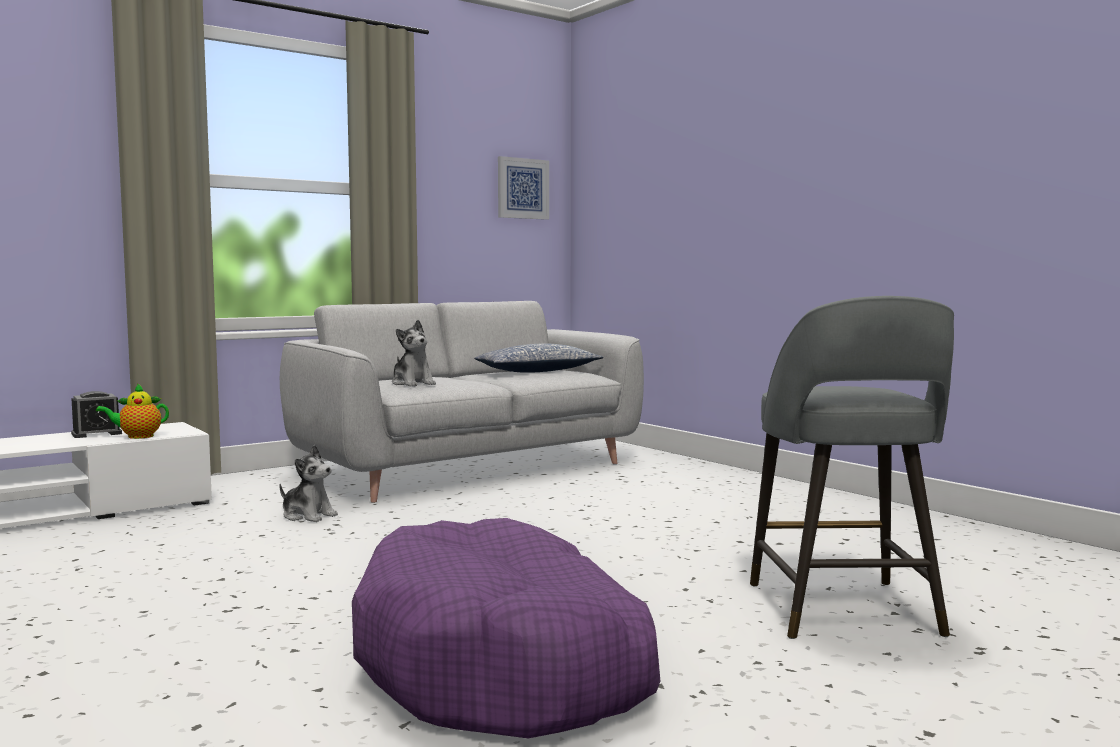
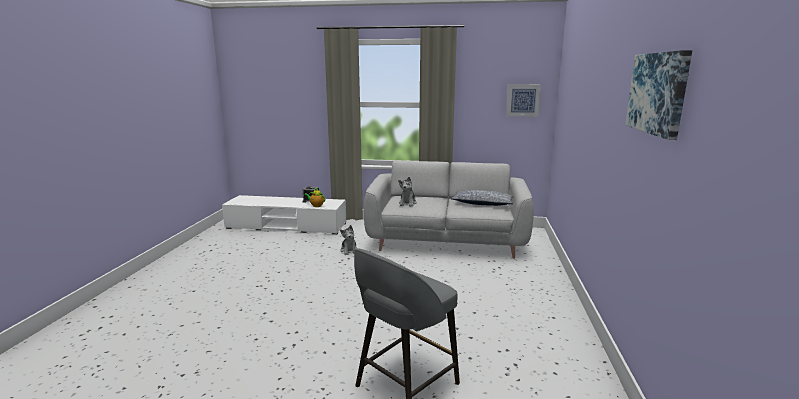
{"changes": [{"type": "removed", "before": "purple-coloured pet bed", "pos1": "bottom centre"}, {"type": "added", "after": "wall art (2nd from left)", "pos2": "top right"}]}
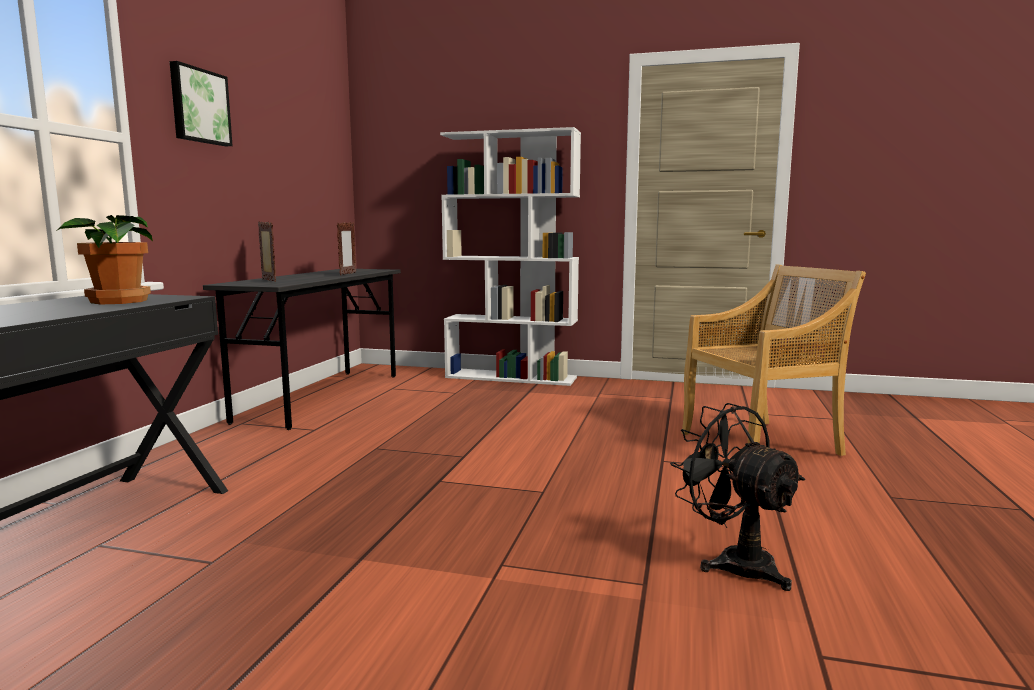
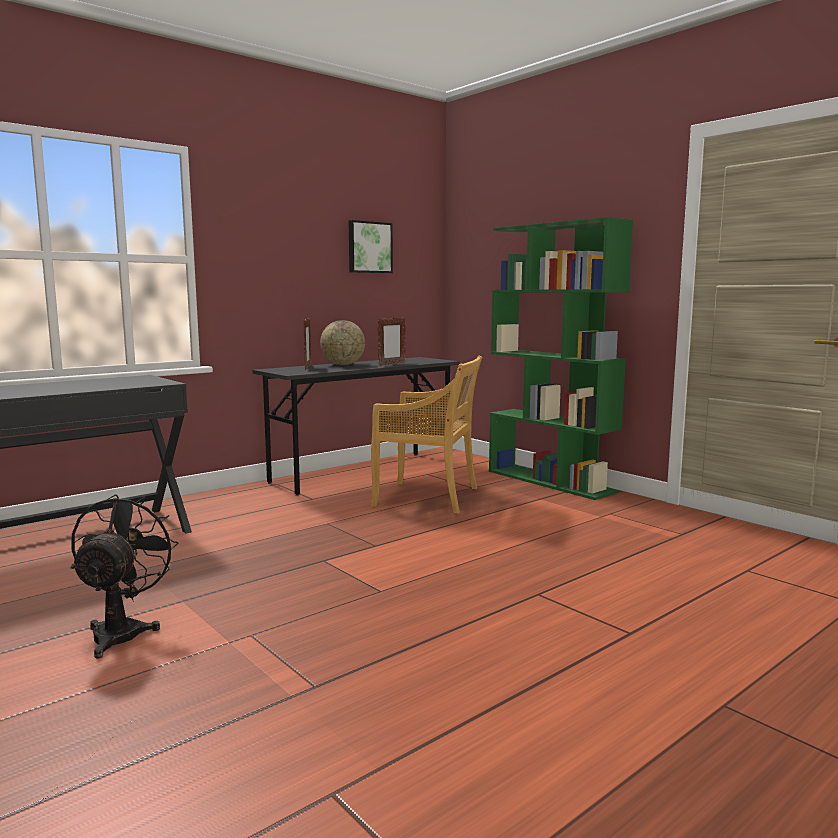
{"changes": [{"type": "removed", "before": "plant in a pot", "pos1": "middle left"}, {"type": "added", "after": "desk globe", "pos2": "centre"}, {"type": "moved", "before": "wall art", "pos1": "top left", "pos2": "top centre"}, {"type": "moved", "before": "black-coloured cooling fan", "pos1": "bottom right", "pos2": "bottom left"}, {"type": "moved", "before": "beige-coloured upright chair", "pos1": "middle right", "pos2": "centre"}, {"type": "recoloured", "before": "white bookcase", "after": "greenish bookcase", "pos1": "centre", "pos2": "middle right"}]}
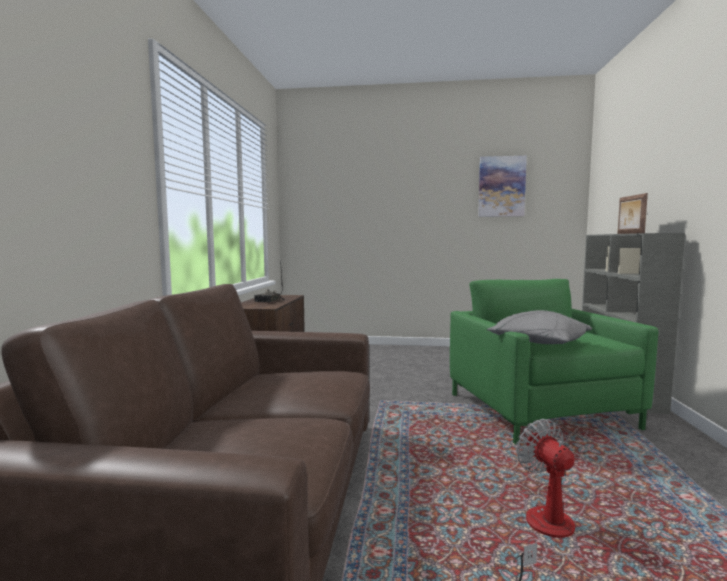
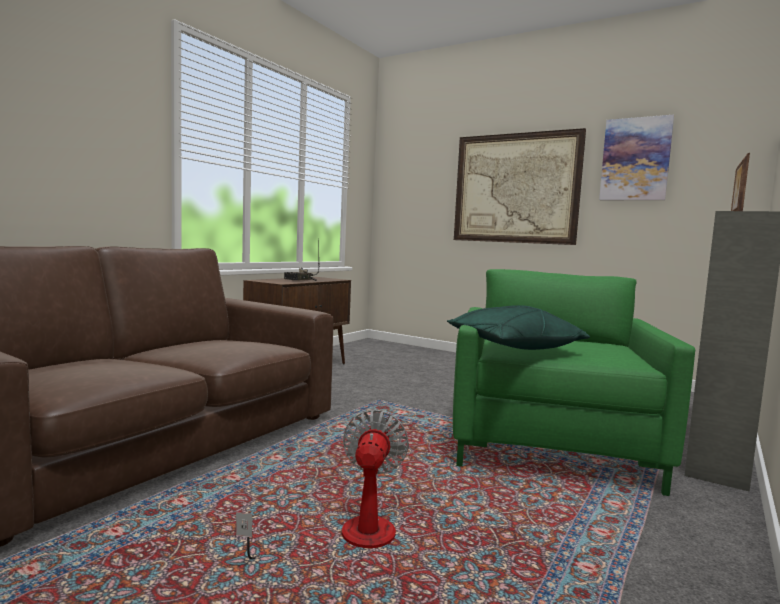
{"changes": [{"type": "added", "after": "wall art (1st from left)", "pos2": "top right"}, {"type": "recoloured", "before": "grey throw pillow", "after": "greenish throw pillow", "pos1": "middle right", "pos2": "centre"}]}
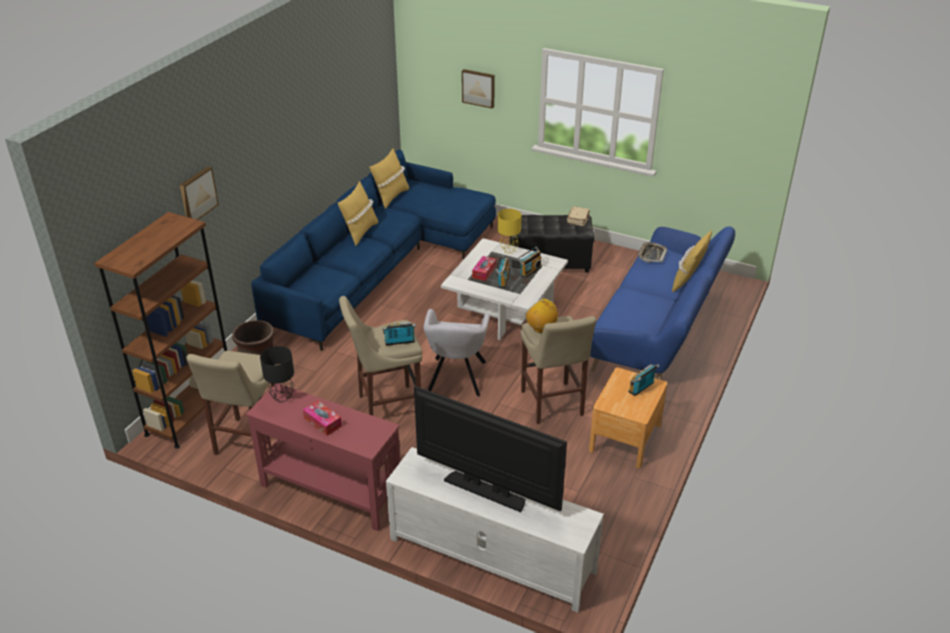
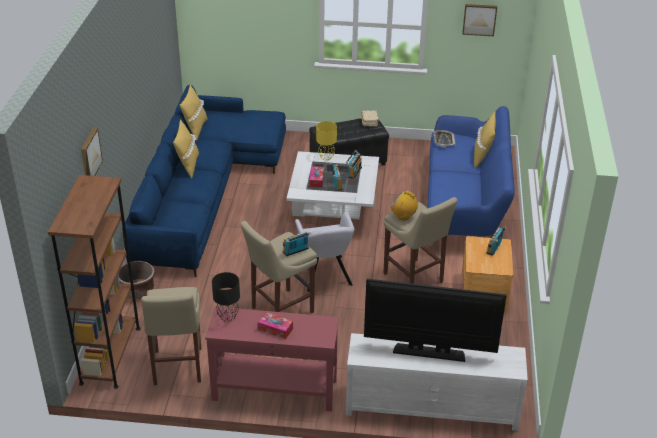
{"changes": [{"type": "moved", "before": "wall art (2nd from left)", "pos1": "top centre", "pos2": "top right"}]}
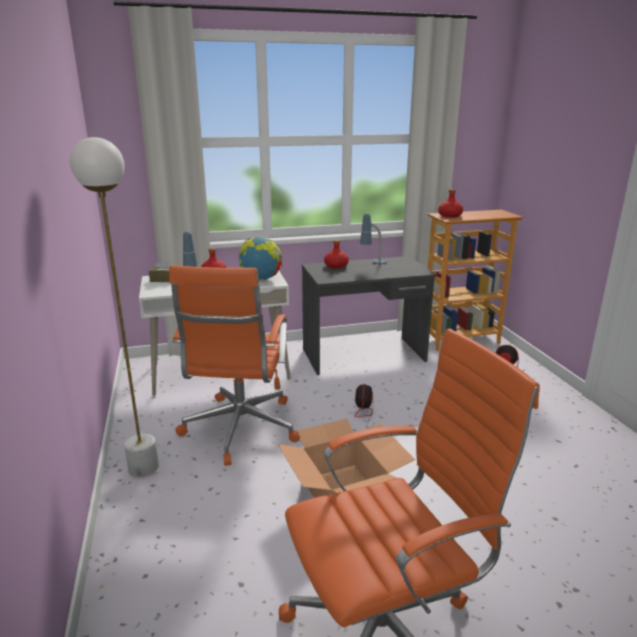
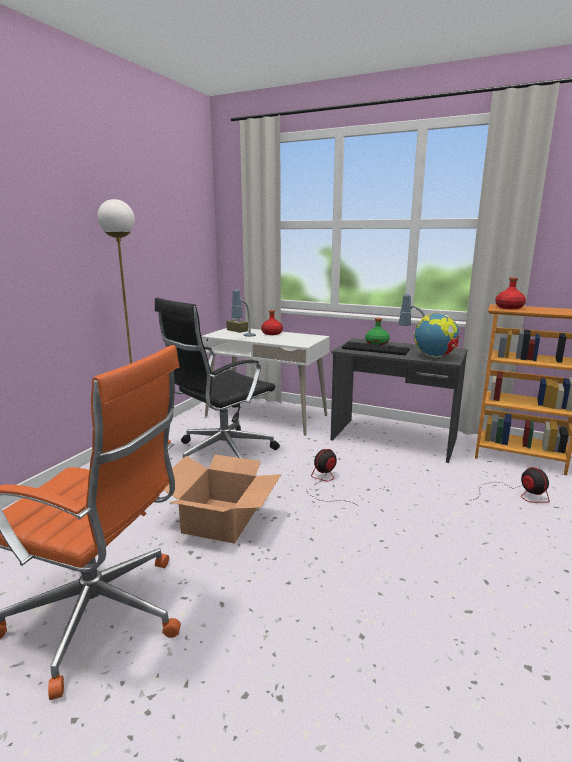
{"changes": [{"type": "added", "after": "keyboard", "pos2": "centre"}, {"type": "moved", "before": "desk globe", "pos1": "centre", "pos2": "middle right"}, {"type": "recoloured", "before": "orange office chair (1st from left)", "after": "black-coloured office chair", "pos1": "centre", "pos2": "centre"}, {"type": "recoloured", "before": "red-coloured beverage bottle (2nd from left)", "after": "greenish beverage bottle", "pos1": "centre", "pos2": "centre"}]}
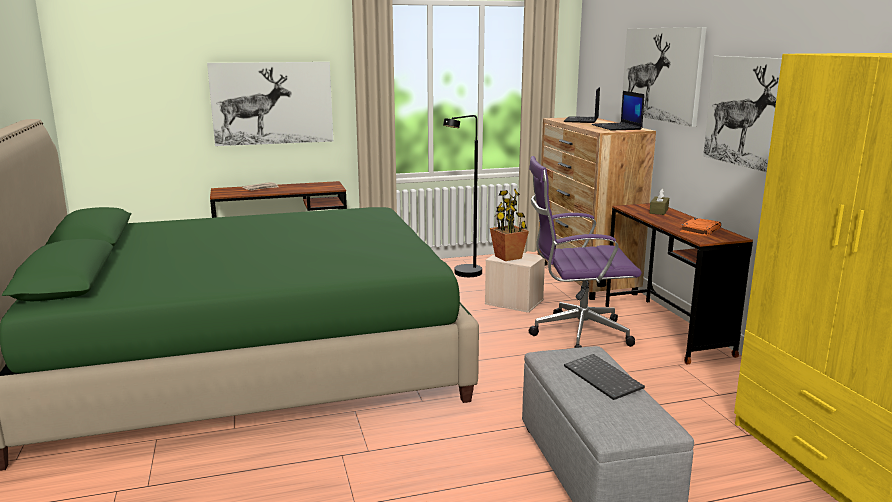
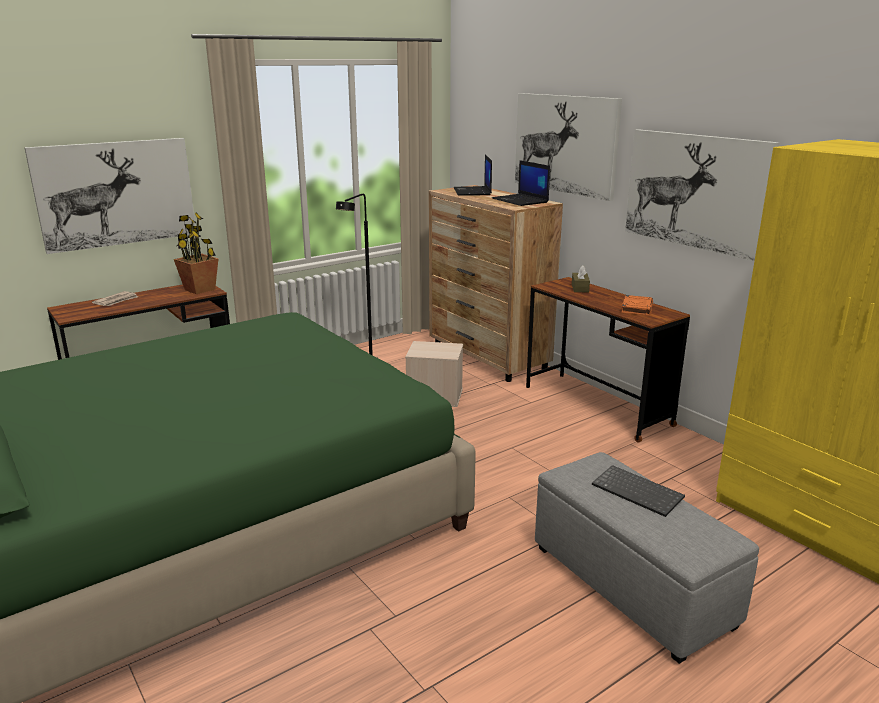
{"changes": [{"type": "removed", "before": "purple-coloured office chair", "pos1": "centre"}, {"type": "moved", "before": "plant in a pot", "pos1": "centre", "pos2": "middle left"}]}
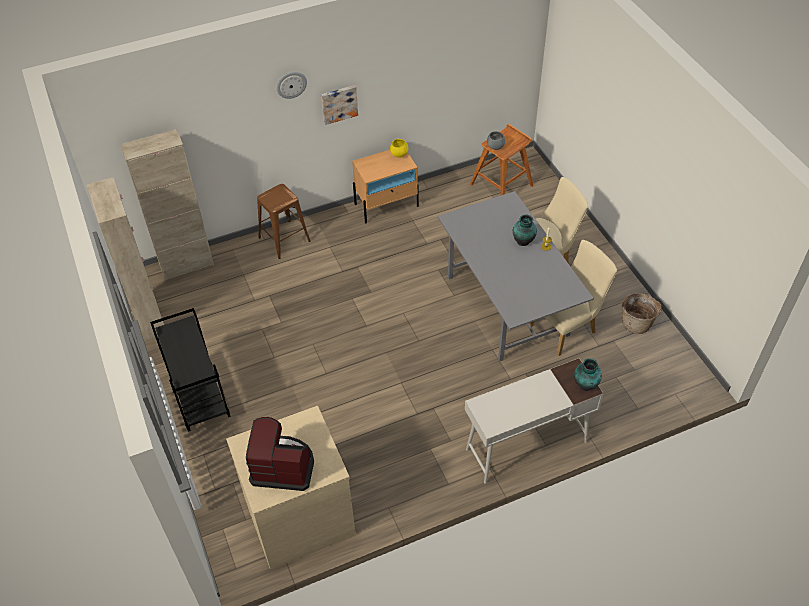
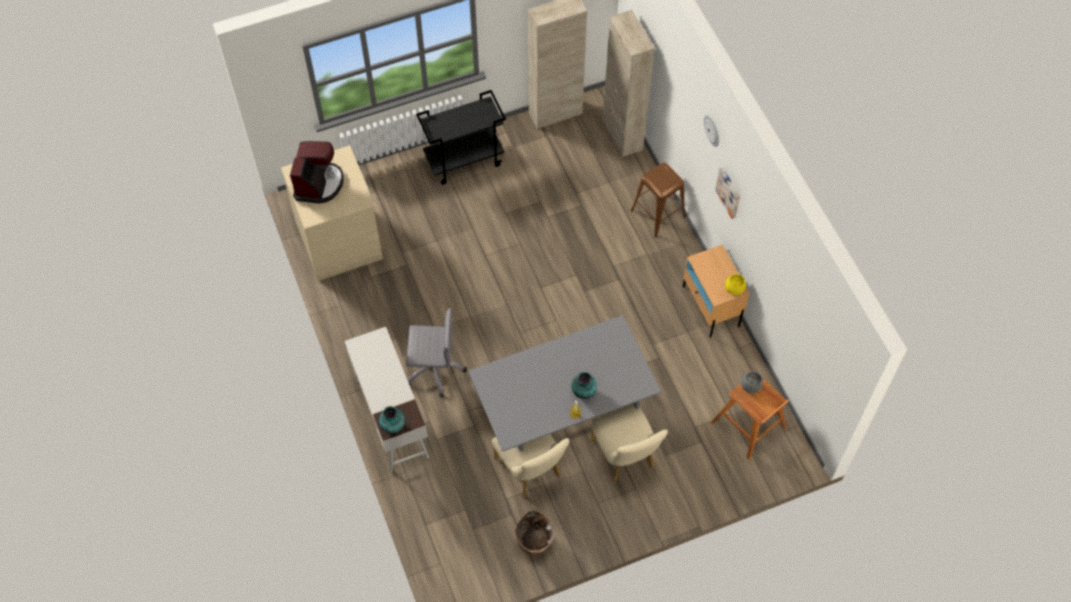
{"changes": [{"type": "added", "after": "grey office chair", "pos2": "centre"}]}
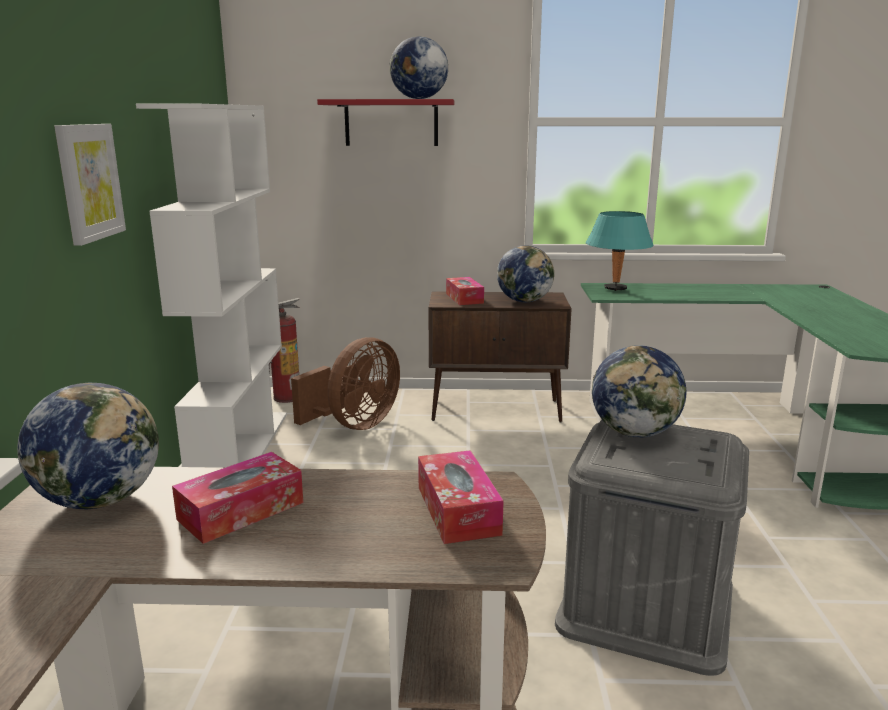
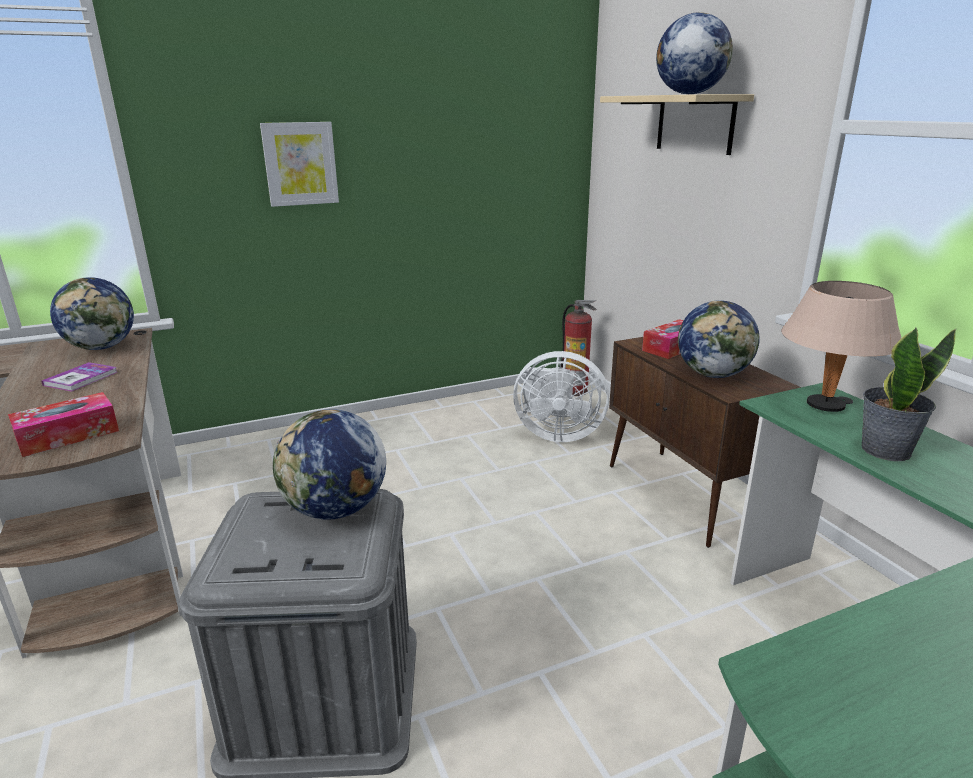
{"changes": [{"type": "removed", "before": "white bookcase", "pos1": "middle left"}, {"type": "added", "after": "plant in a pot", "pos2": "middle right"}, {"type": "replaced", "before": "box of tissues (1st from left)", "after": "volume", "pos1": "bottom left", "pos2": "middle left"}, {"type": "recoloured", "before": "brown cooling fan", "after": "white cooling fan", "pos1": "centre", "pos2": "centre"}, {"type": "recoloured", "before": "red-coloured bracket shelf", "after": "beige-coloured bracket shelf", "pos1": "top centre", "pos2": "top right"}, {"type": "recoloured", "before": "blue-green tabletop lamp", "after": "beige-coloured tabletop lamp", "pos1": "middle right", "pos2": "middle right"}]}
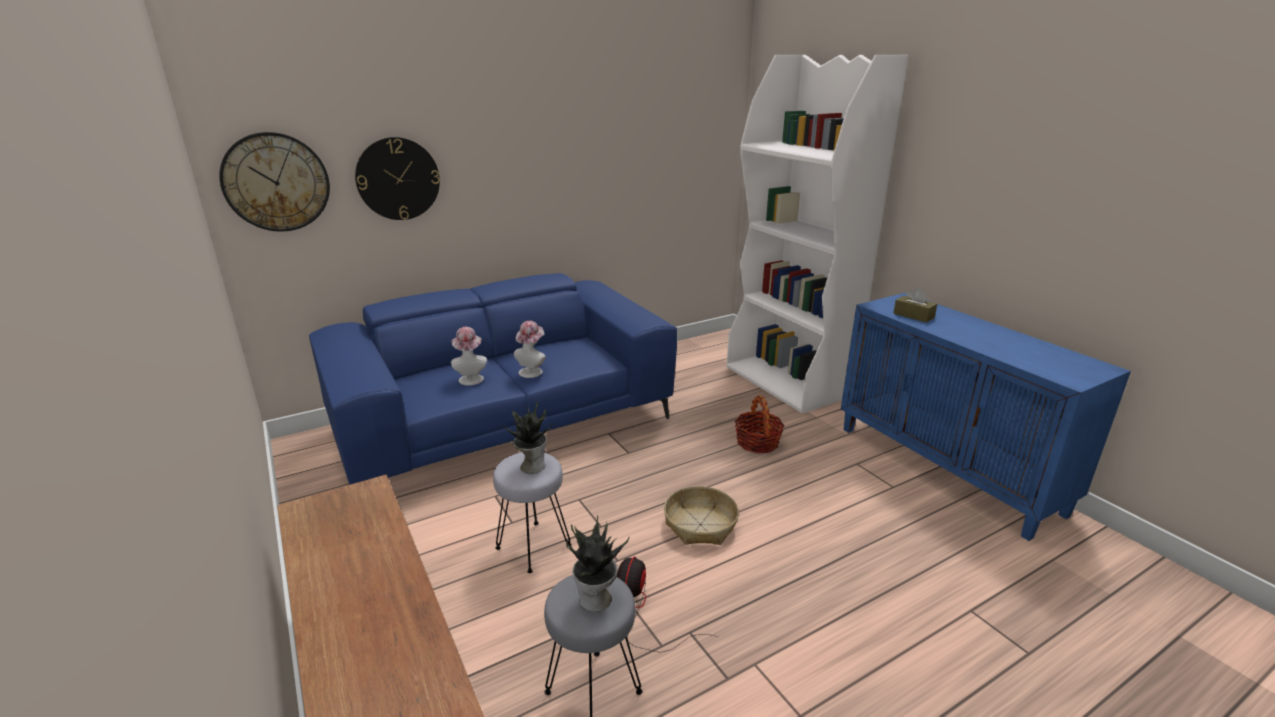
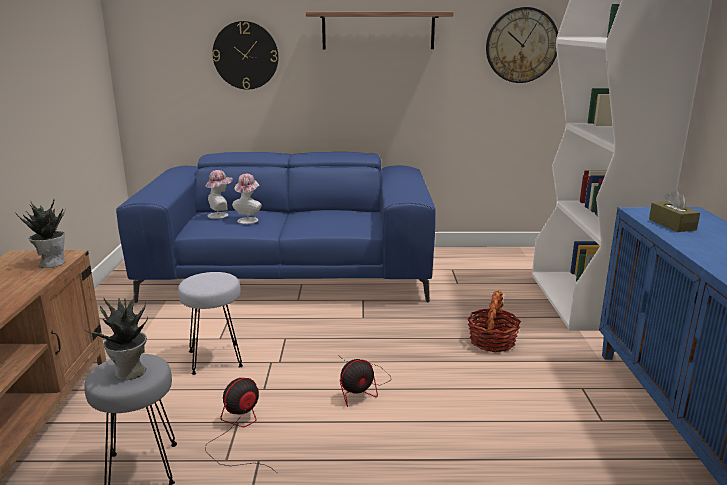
{"changes": [{"type": "added", "after": "bracket shelf", "pos2": "top centre"}, {"type": "moved", "before": "clock on the wall (1st from left in the first image)", "after": "clock on the wall (2nd from left)", "pos1": "top left", "pos2": "top right"}, {"type": "moved", "before": "plant in a pot (1st from left)", "pos1": "centre", "pos2": "middle left"}, {"type": "moved", "before": "wearable hat (2nd from left in the first image)", "after": "wearable hat (1st from left)", "pos1": "centre", "pos2": "middle left"}, {"type": "replaced", "before": "storage basket (1st from left)", "after": "cooling fan (2nd from left)", "pos1": "bottom centre", "pos2": "bottom centre"}]}
